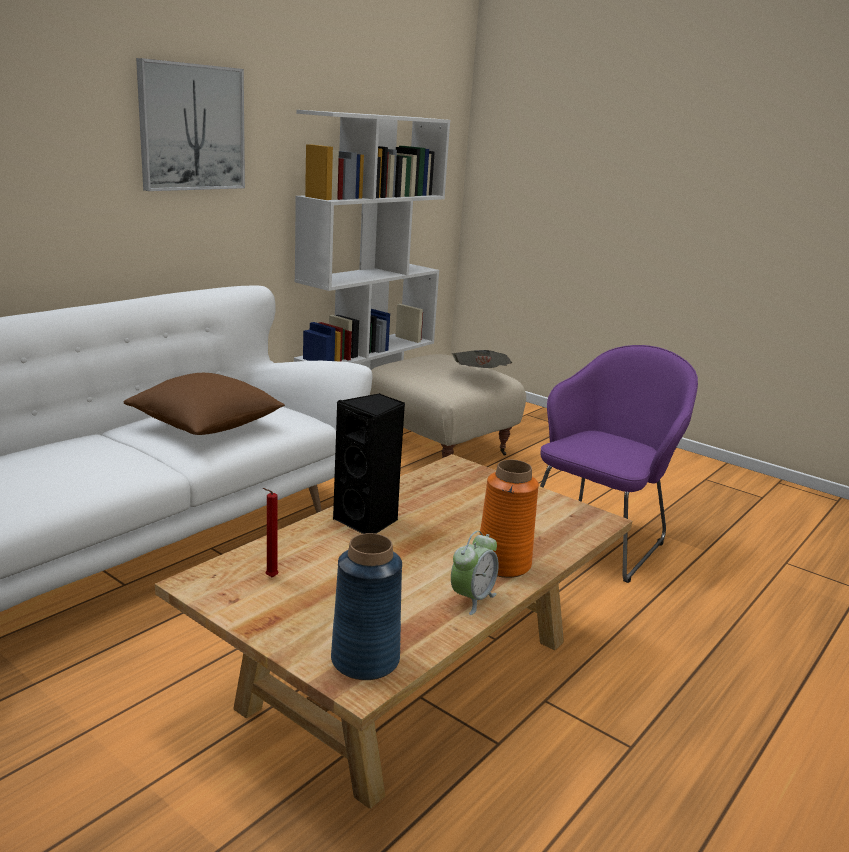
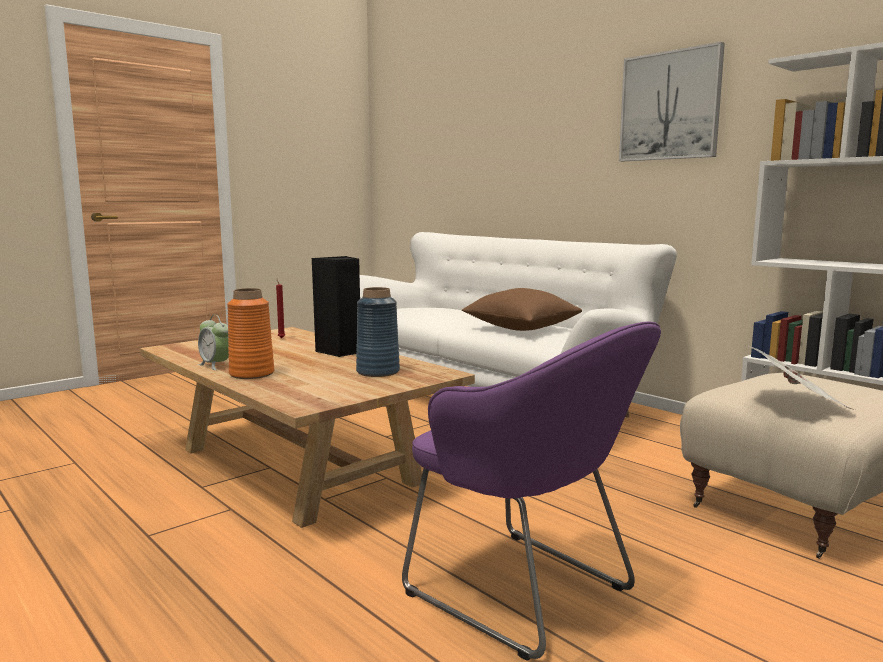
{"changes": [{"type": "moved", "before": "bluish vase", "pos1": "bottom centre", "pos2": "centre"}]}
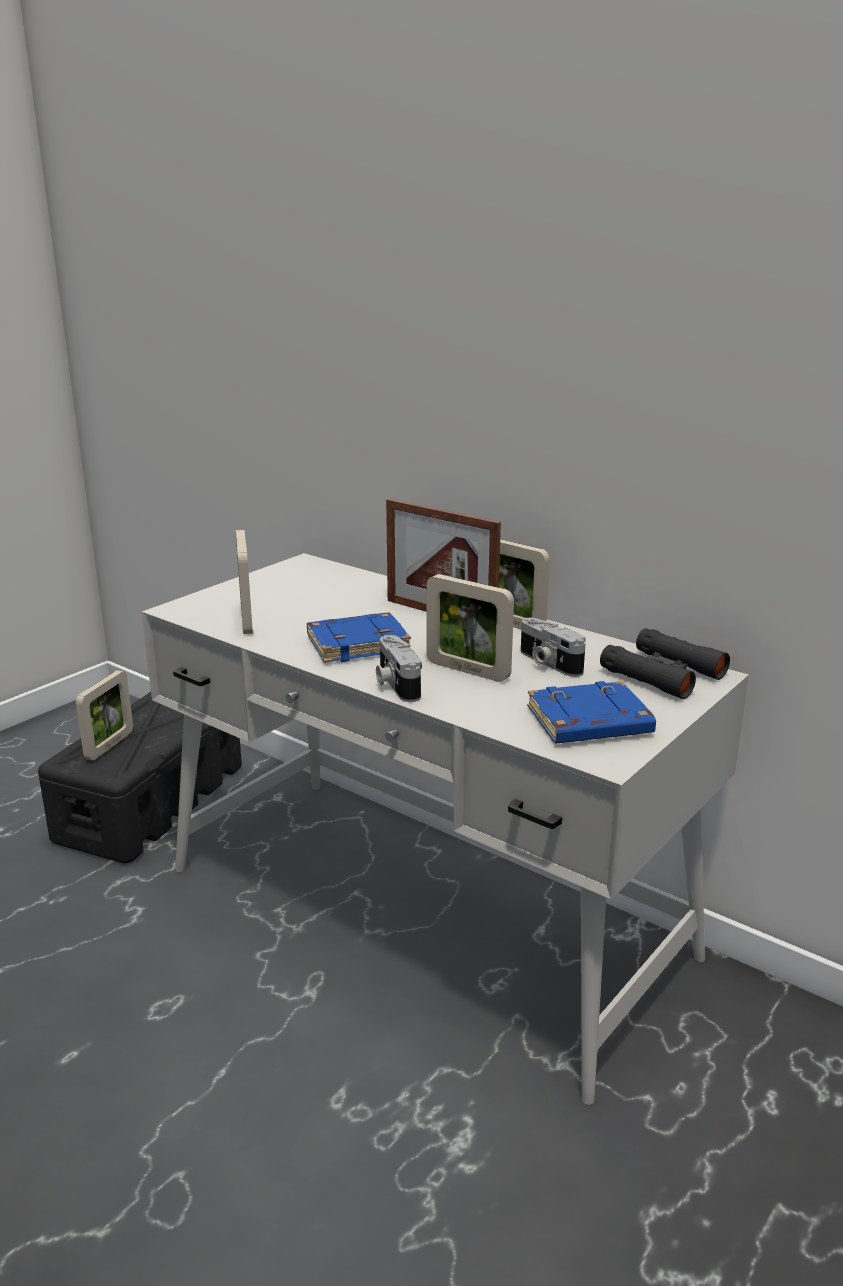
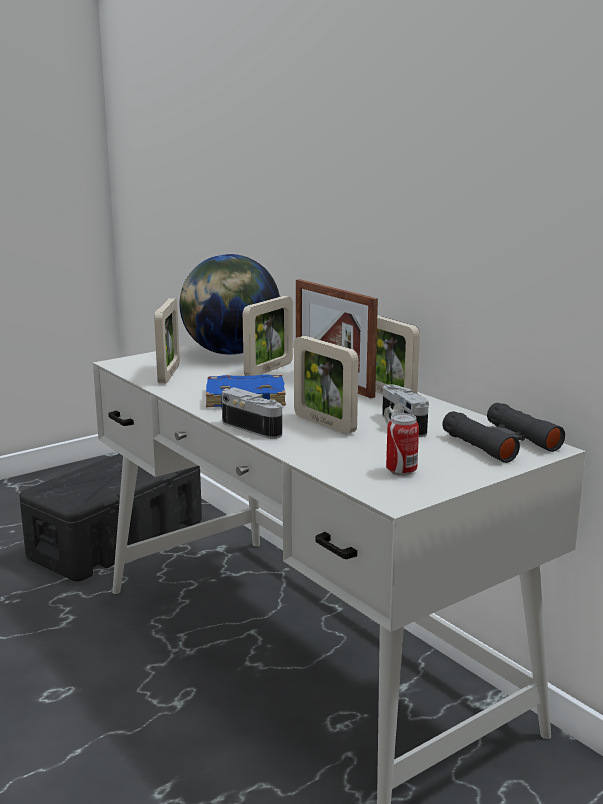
{"changes": [{"type": "added", "after": "desk globe", "pos2": "centre"}, {"type": "moved", "before": "picture frame (1st from left in the first image)", "after": "picture frame (2nd from left)", "pos1": "middle left", "pos2": "centre"}, {"type": "replaced", "before": "bluish volume (2nd from left)", "after": "metal can", "pos1": "middle right", "pos2": "middle right"}, {"type": "turned", "before": "photo camera (1st from left)", "pos1": "centre", "pos2": "centre", "turn": 135}]}
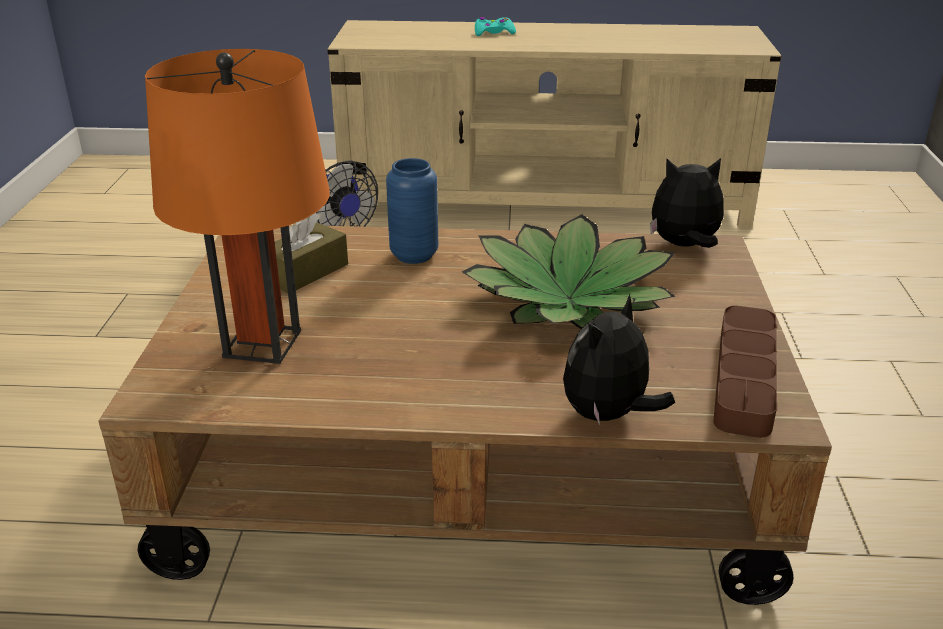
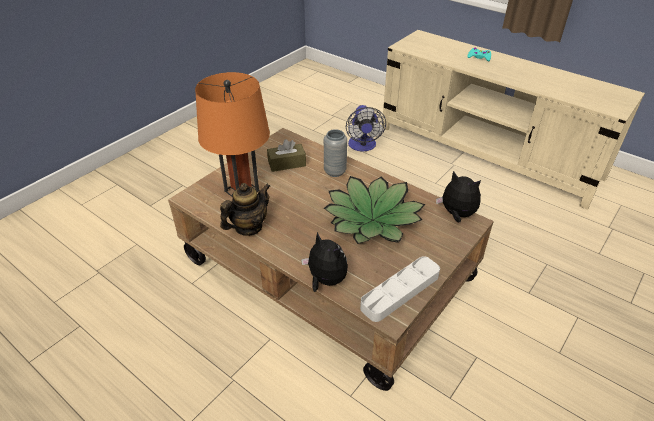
{"changes": [{"type": "added", "after": "teapot", "pos2": "centre"}, {"type": "recoloured", "before": "bluish vase", "after": "grey vase", "pos1": "centre", "pos2": "centre"}, {"type": "recoloured", "before": "brown carrying tray", "after": "grey carrying tray", "pos1": "middle right", "pos2": "bottom centre"}, {"type": "turned", "before": "cuddly toy (1st from left)", "pos1": "centre", "pos2": "centre", "turn": 60}]}
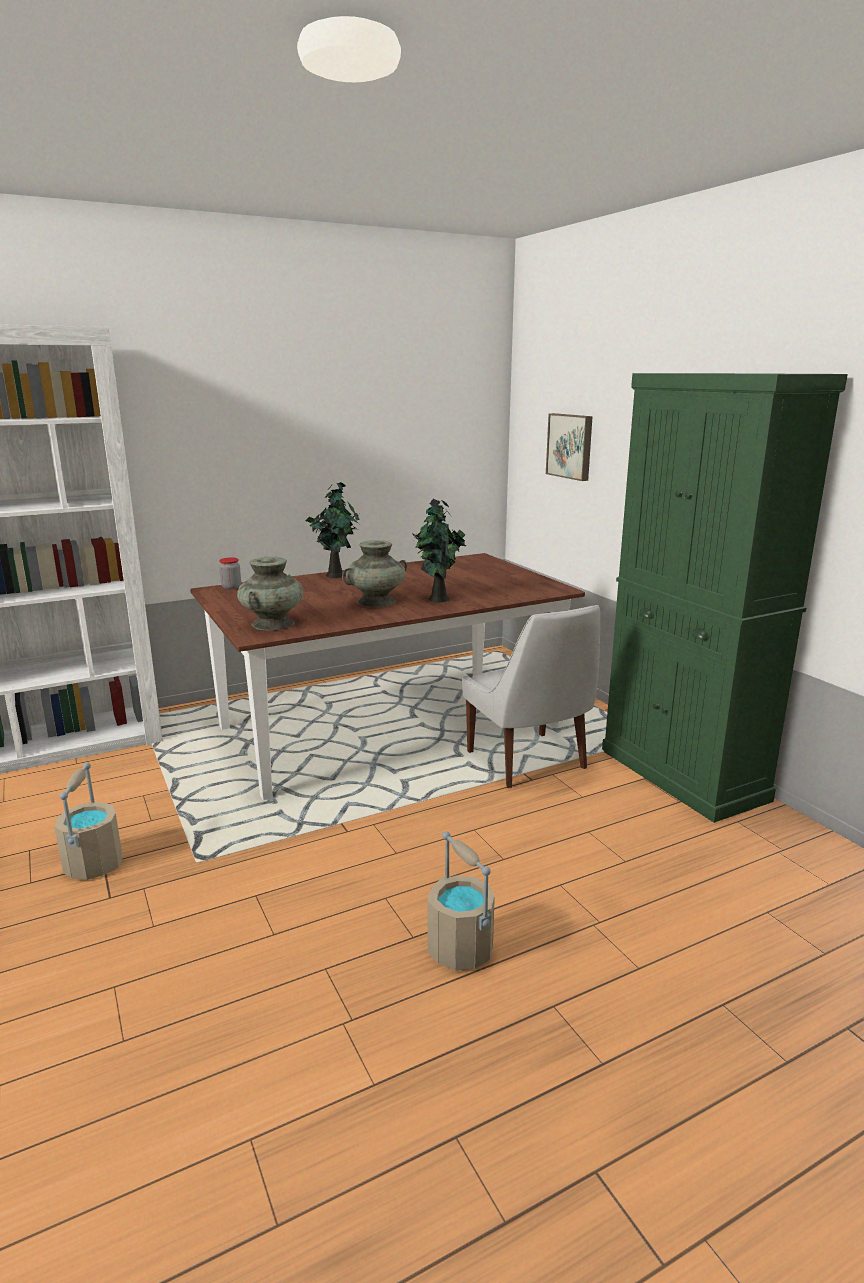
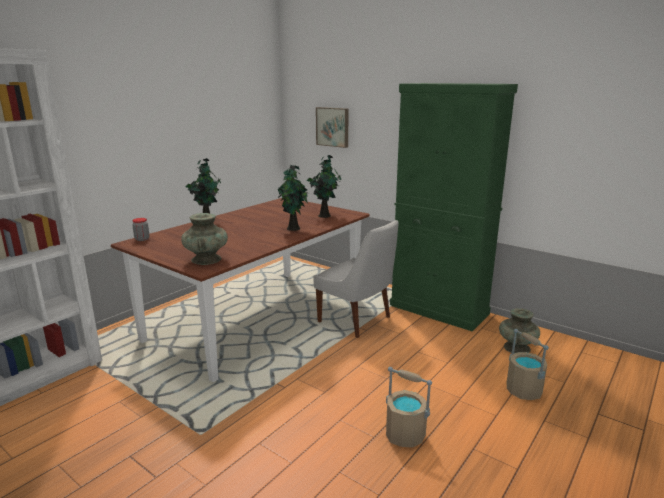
{"changes": [{"type": "added", "after": "plant in a pot (3rd from left)", "pos2": "centre"}, {"type": "moved", "before": "beige-coloured pail (1st from left in the first image)", "after": "beige-coloured pail (2nd from left)", "pos1": "middle left", "pos2": "bottom right"}, {"type": "moved", "before": "blue-green vase (2nd from left)", "pos1": "centre", "pos2": "middle right"}]}
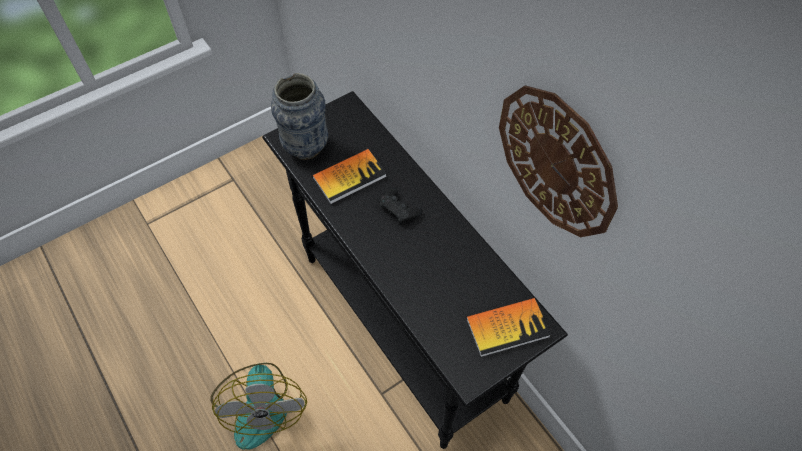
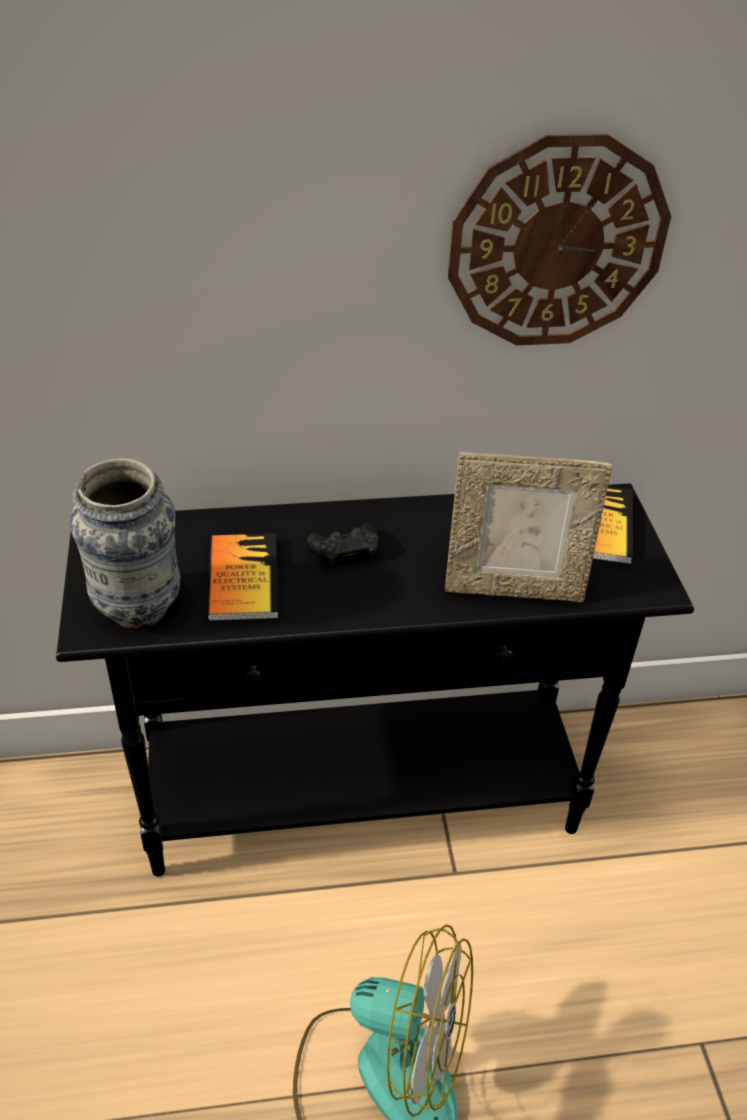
{"changes": [{"type": "added", "after": "picture frame", "pos2": "middle right"}]}
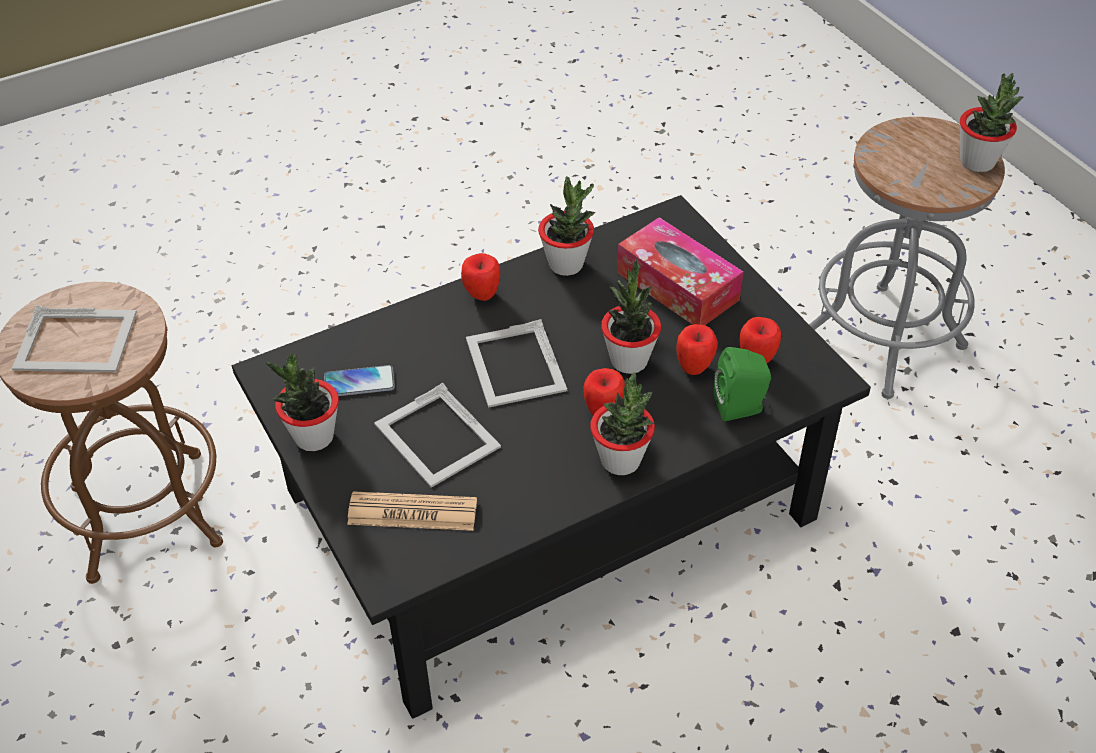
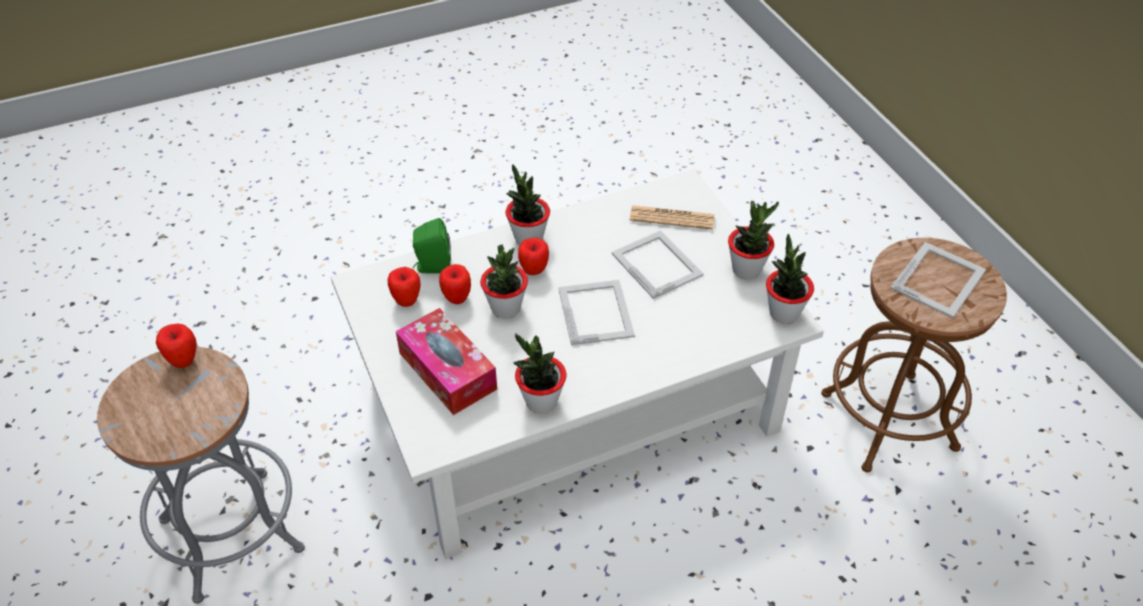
{"changes": [{"type": "removed", "before": "handset", "pos1": "middle left"}, {"type": "moved", "before": "apple fruit (1st from left)", "pos1": "centre", "pos2": "middle left"}, {"type": "moved", "before": "plant in a pot (5th from left)", "pos1": "top right", "pos2": "middle right"}, {"type": "recoloured", "before": "black-coloured lounge table", "after": "white lounge table", "pos1": "centre", "pos2": "centre"}, {"type": "turned", "before": "picture frame (1st from left in the first image)", "pos1": "middle left", "pos2": "middle right", "turn": 120}]}
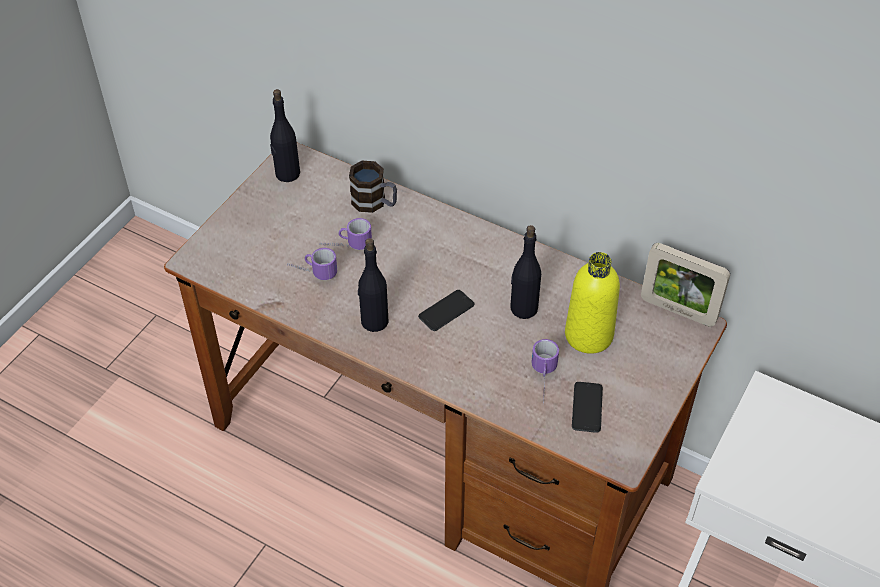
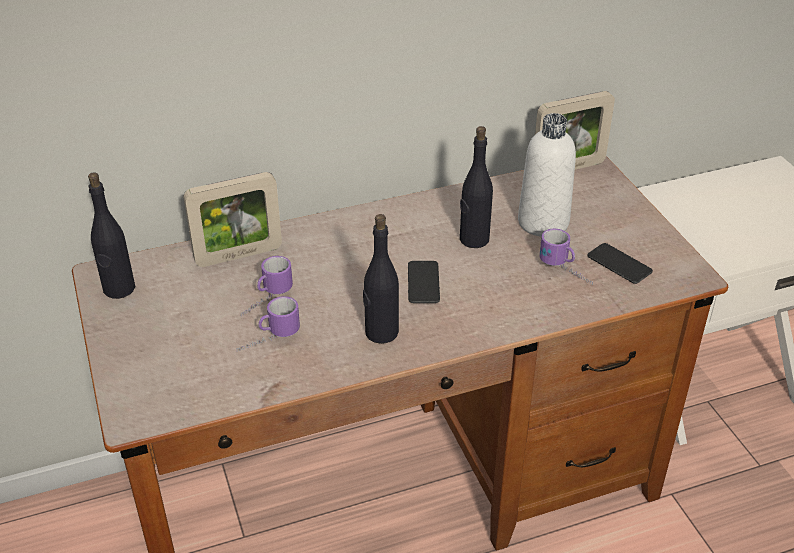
{"changes": [{"type": "replaced", "before": "coffee mug (3rd from left)", "after": "picture frame (1st from left)", "pos1": "top centre", "pos2": "middle left"}, {"type": "recoloured", "before": "yellow beverage bottle", "after": "white beverage bottle", "pos1": "middle right", "pos2": "top right"}]}
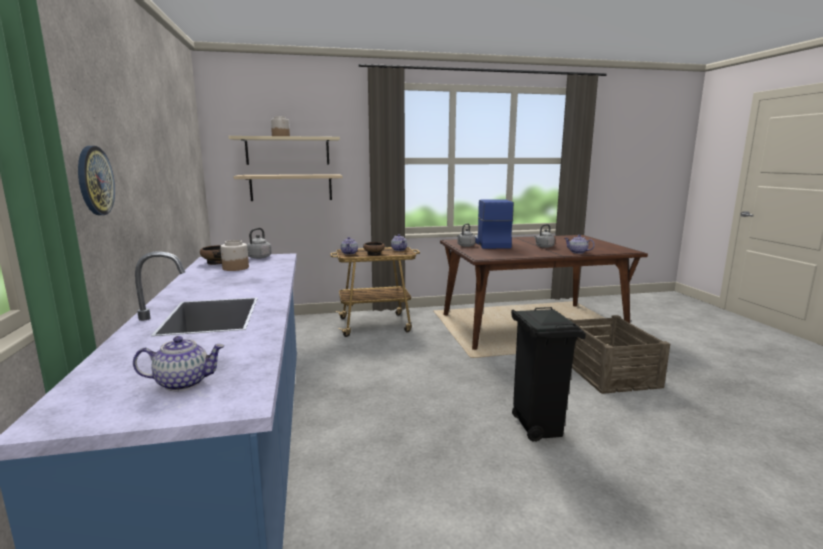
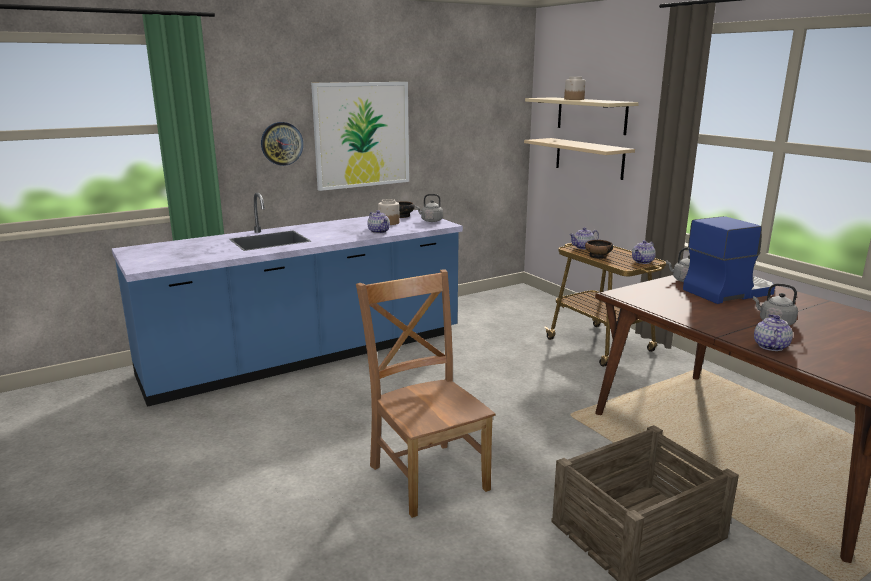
{"changes": [{"type": "added", "after": "wall art", "pos2": "top centre"}, {"type": "moved", "before": "teapot (1st from left)", "pos1": "middle left", "pos2": "centre"}, {"type": "replaced", "before": "black-coloured rubbish bin", "after": "brown upright chair", "pos1": "bottom centre", "pos2": "bottom centre"}]}
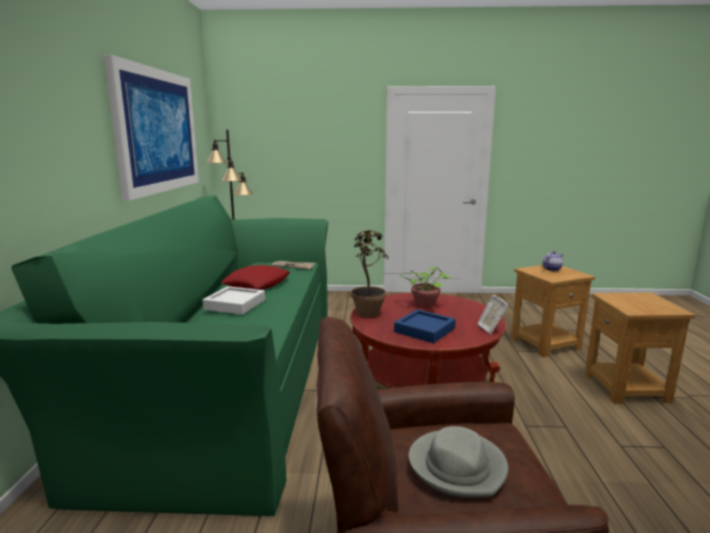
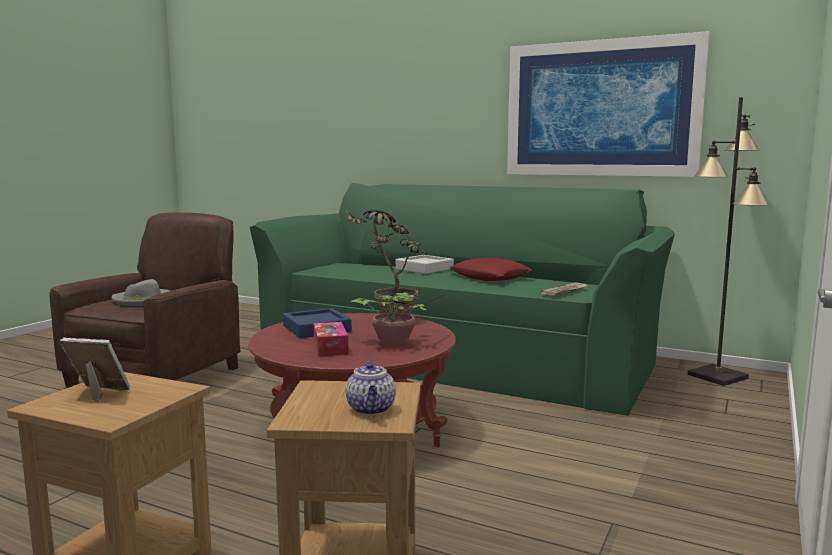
{"changes": [{"type": "added", "after": "box of tissues", "pos2": "centre"}, {"type": "moved", "before": "picture frame", "pos1": "middle right", "pos2": "middle left"}]}
